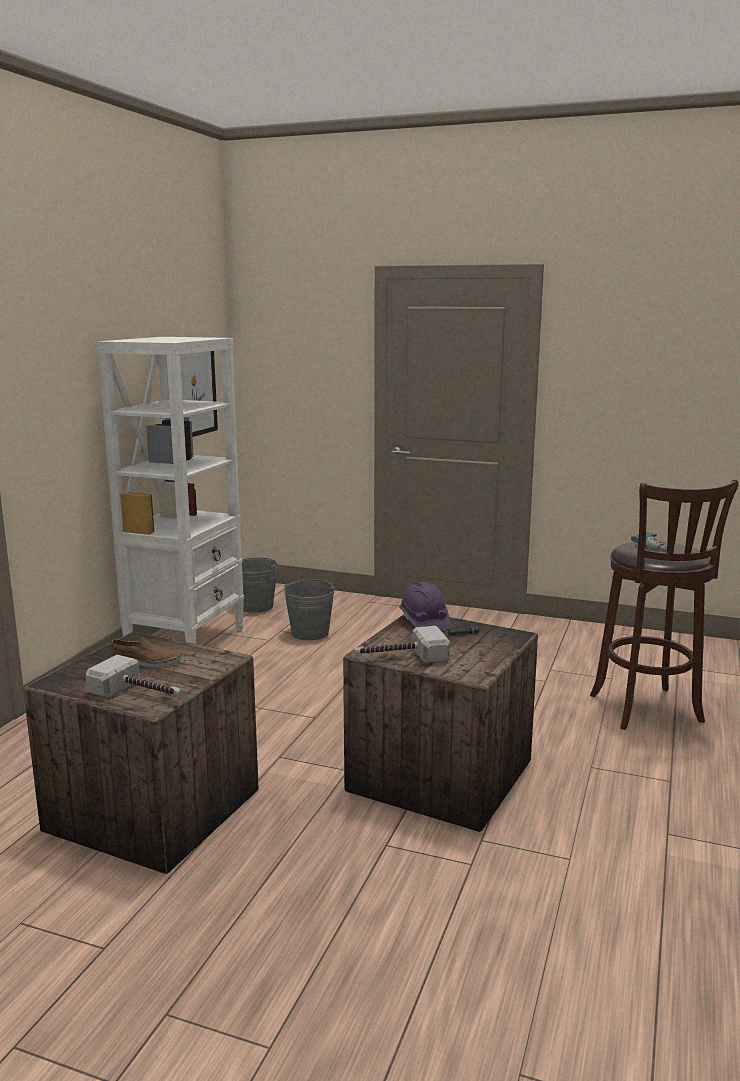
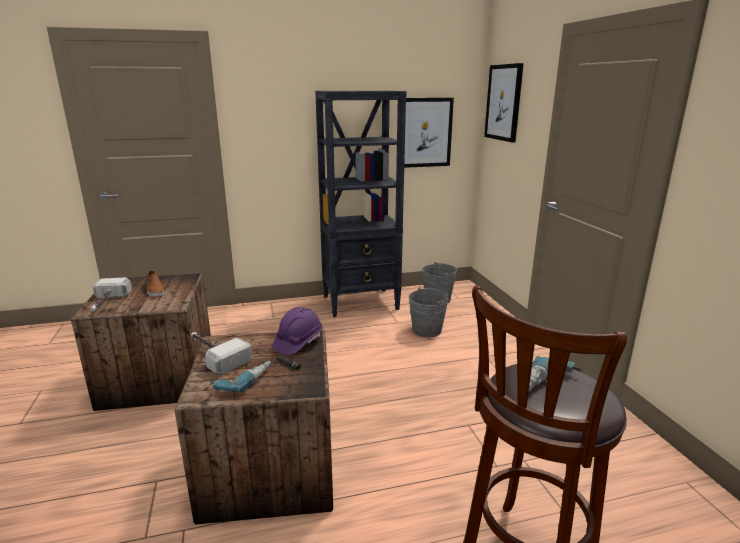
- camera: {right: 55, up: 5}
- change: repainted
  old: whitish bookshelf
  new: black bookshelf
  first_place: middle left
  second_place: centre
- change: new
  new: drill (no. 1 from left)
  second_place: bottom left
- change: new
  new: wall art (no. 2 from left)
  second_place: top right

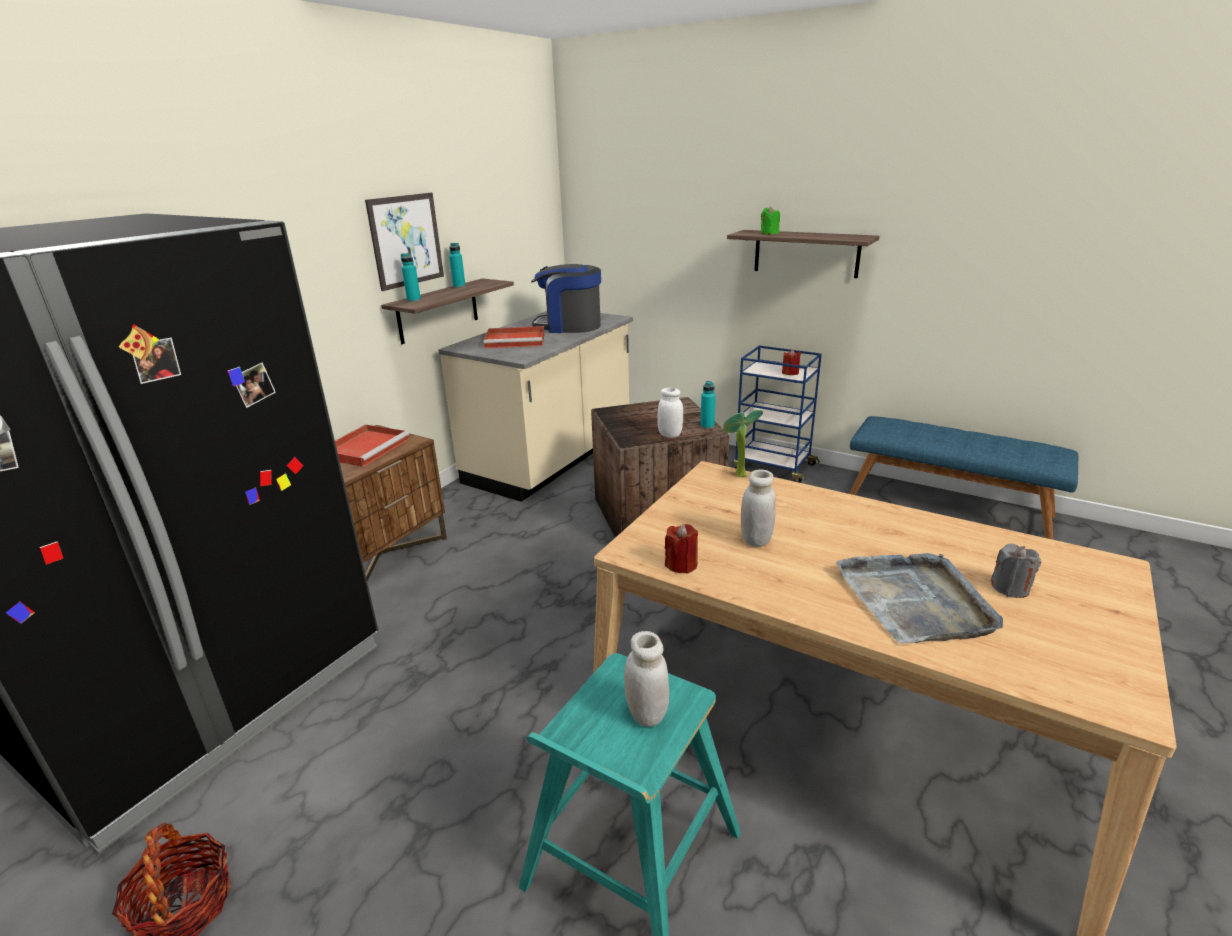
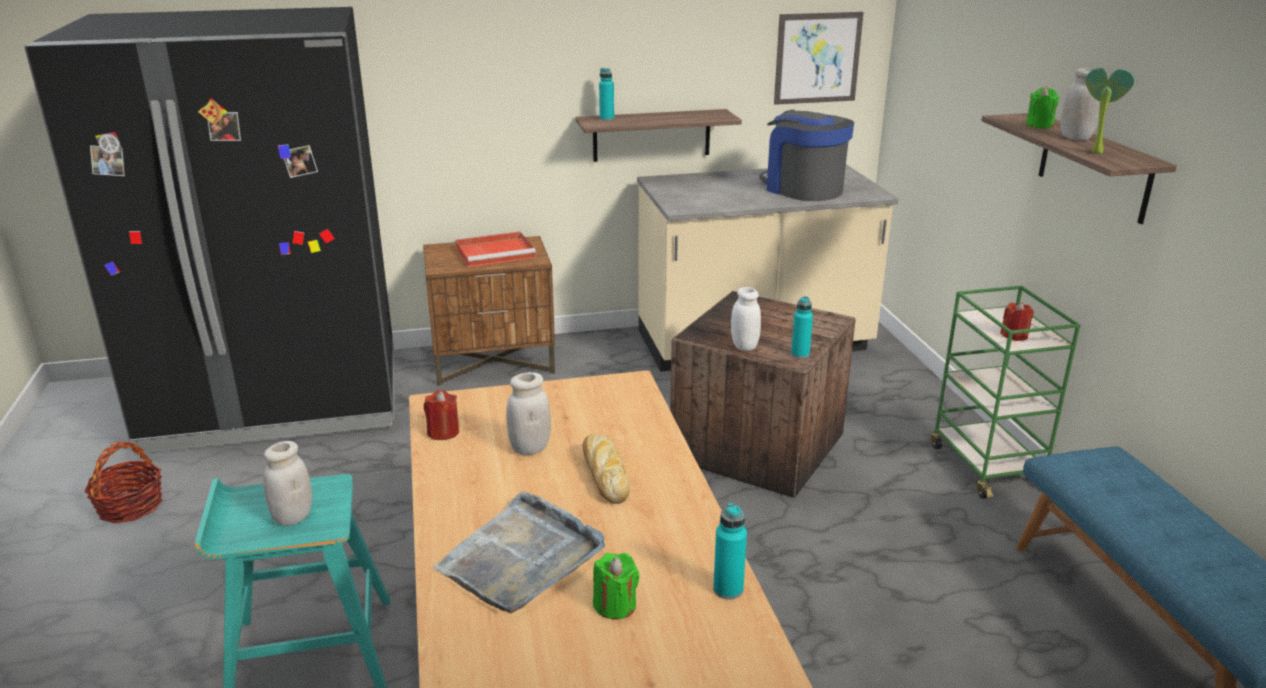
- camera: {right: 45, up: 0}
- change: shifted
  old: wall art
  first_place: top left
  second_place: top centre
- change: shifted
  old: turquoise beverage bottle (no. 2 from left)
  first_place: top centre
  second_place: bottom centre
- change: gone
  old: red tray (no. 2 from left)
  first_place: centre
- change: shifted
  old: potted plant
  first_place: centre
  second_place: top right
- change: repainted
  old: blue trolley
  new: green-coloured trolley
  first_place: centre
  second_place: middle right
- change: repainted
  old: gray candle
  new: green-coloured candle (no. 1 from left)
  first_place: middle right
  second_place: bottom centre
- change: new
  new: bread
  second_place: bottom centre
- change: new
  new: whitish preserve jar (no. 4 from left)
  second_place: top right

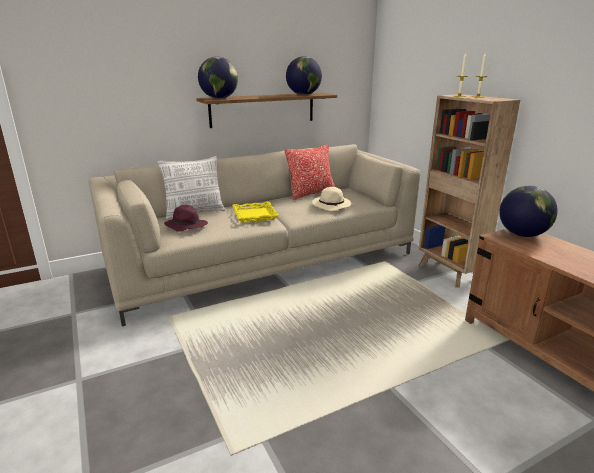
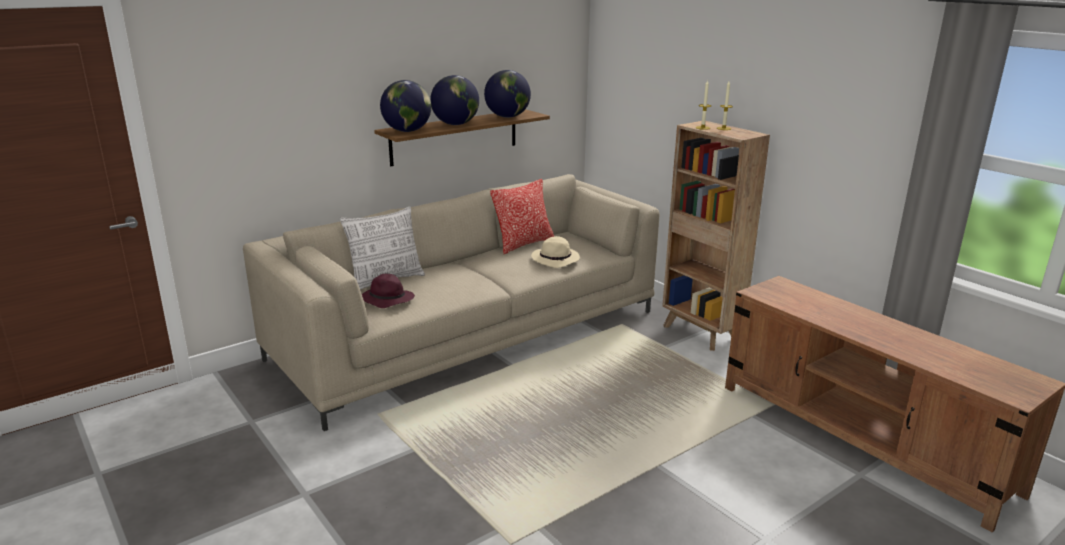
- camera: {right: -10, up: 0}
- change: gone
  old: yellowish tray
  first_place: centre
- change: shifted
  old: desk globe (no. 3 from left in the first image)
  new: desk globe (no. 2 from left)
  first_place: middle right
  second_place: top centre

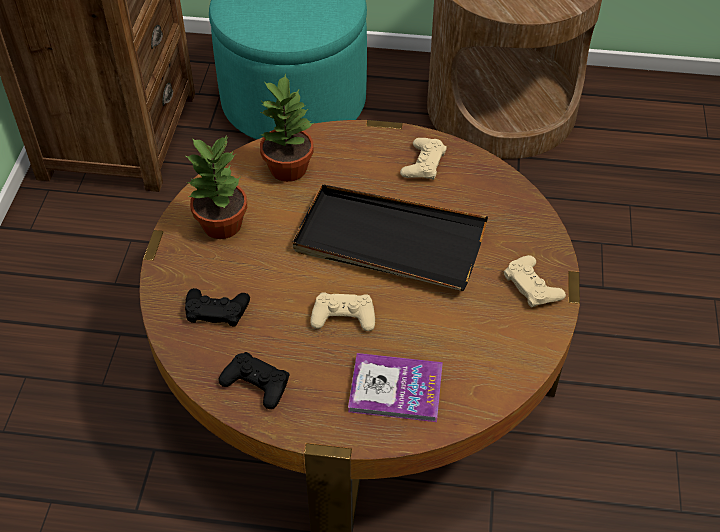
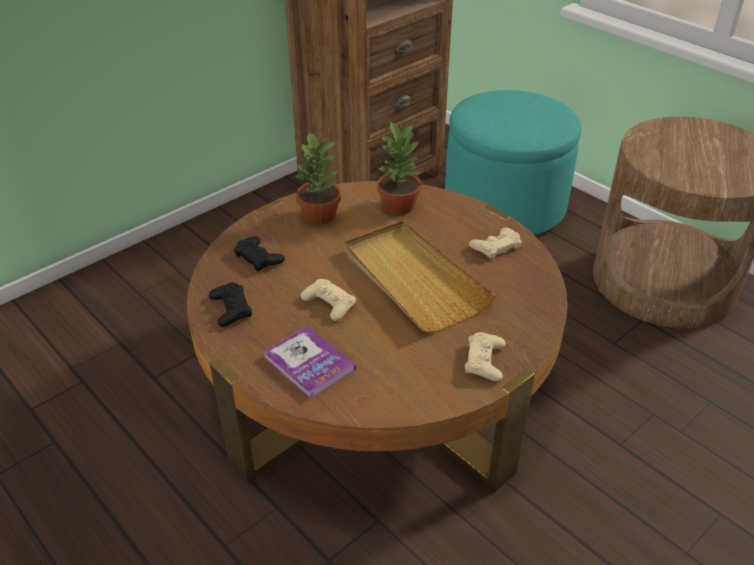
- camera: {right: 40, up: -10}
- change: repainted
  old: black tray
  new: sand-coloured tray
  first_place: centre
  second_place: centre

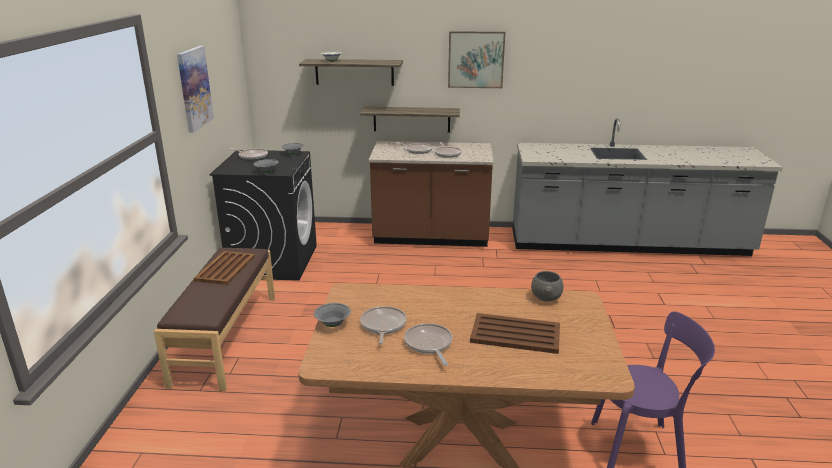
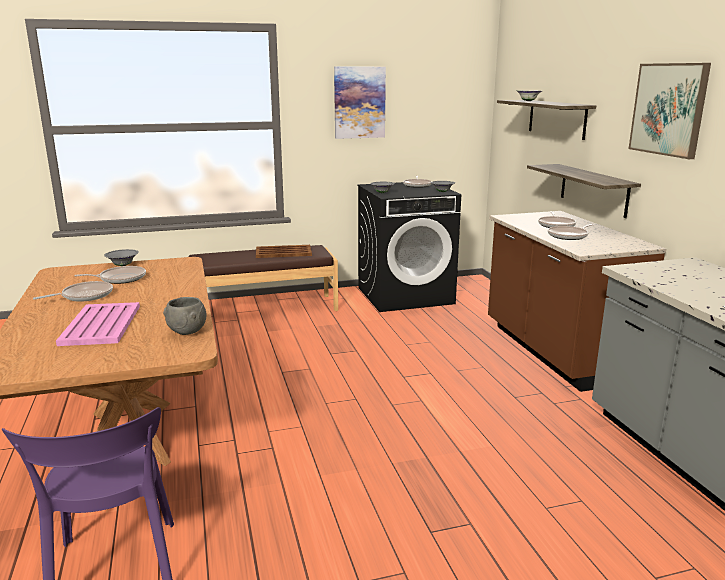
- camera: {right: 70, up: -5}
- change: repainted
  old: brownish tray (no. 2 from left)
  new: pink tray
  first_place: bottom centre
  second_place: middle left

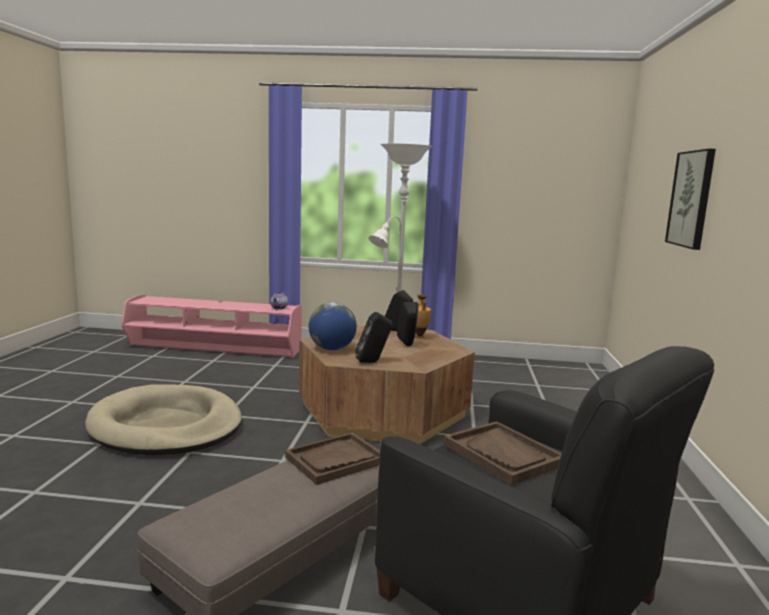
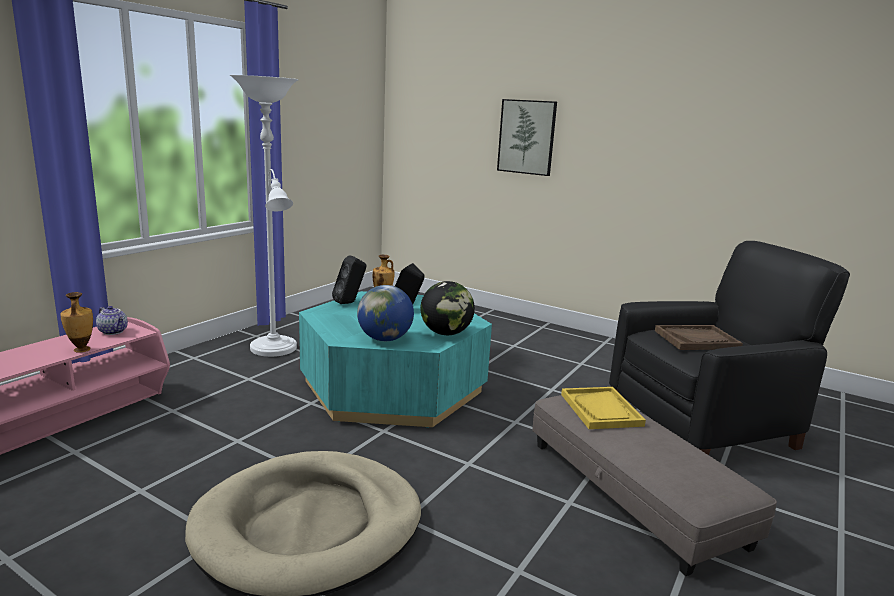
- camera: {right: -65, up: 5}
- change: repainted
  old: brownish tray (no. 1 from left)
  new: yellowish tray
  first_place: bottom centre
  second_place: bottom right
- change: repainted
  old: brownish coffee table
  new: turquoise coffee table
  first_place: centre
  second_place: centre
- change: swapped
  old: black loudspeaker (no. 1 from left)
  new: desk globe (no. 2 from left)
  first_place: centre
  second_place: centre
- change: new
  new: vase (no. 1 from left)
  second_place: middle left

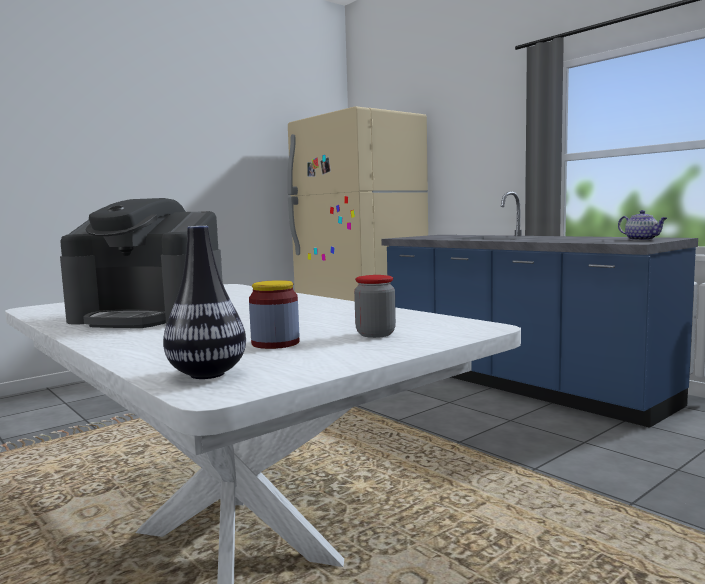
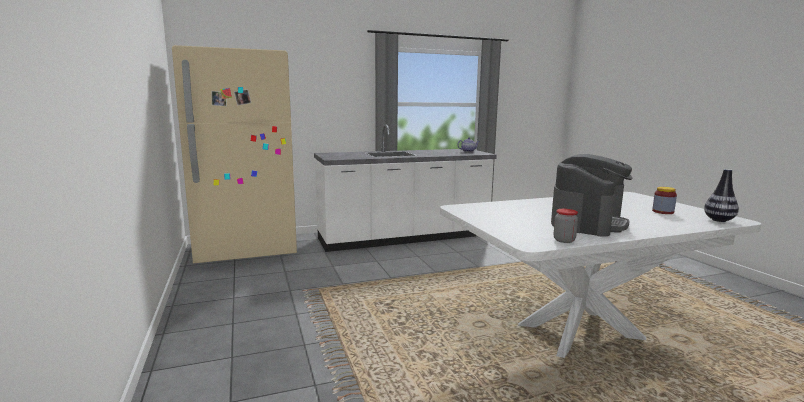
- camera: {right: -70, up: 5}
- change: shifted
  old: preserve jar (no. 2 from left in the first image)
  new: preserve jar (no. 1 from left)
  first_place: centre
  second_place: middle right
- change: repainted
  old: blue kitchen base unit
  new: whitish kitchen base unit
  first_place: middle right
  second_place: centre

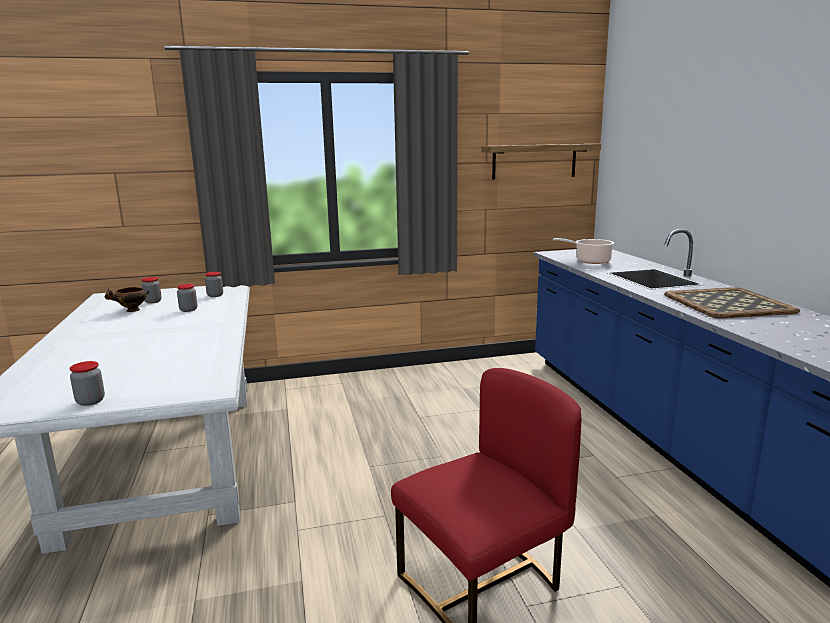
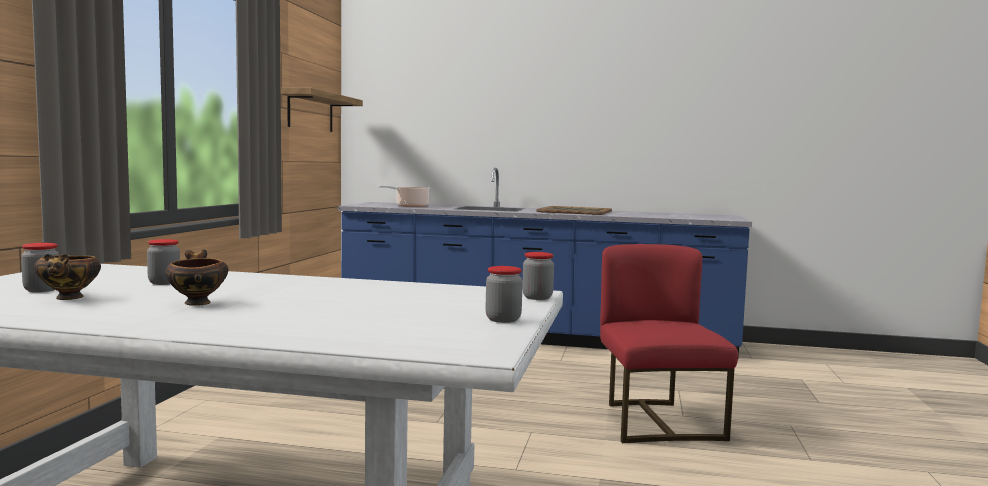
- camera: {right: -65, up: -10}
- change: shifted
  old: preserve jar (no. 4 from left)
  first_place: middle left
  second_place: centre
- change: new
  new: bowl (no. 2 from left)
  second_place: middle left

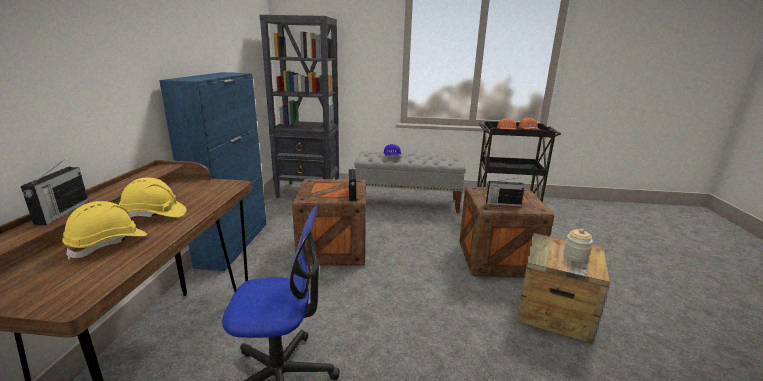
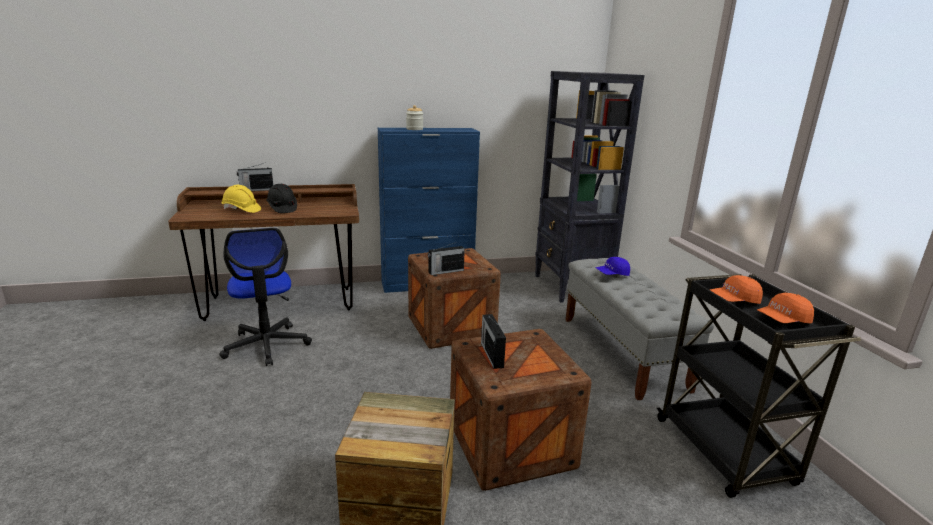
- camera: {right: 70, up: 0}
- change: repainted
  old: yellowish work helmet (no. 2 from left)
  new: black work helmet
  first_place: middle left
  second_place: middle left
- change: shifted
  old: preserve jar
  first_place: middle right
  second_place: top centre

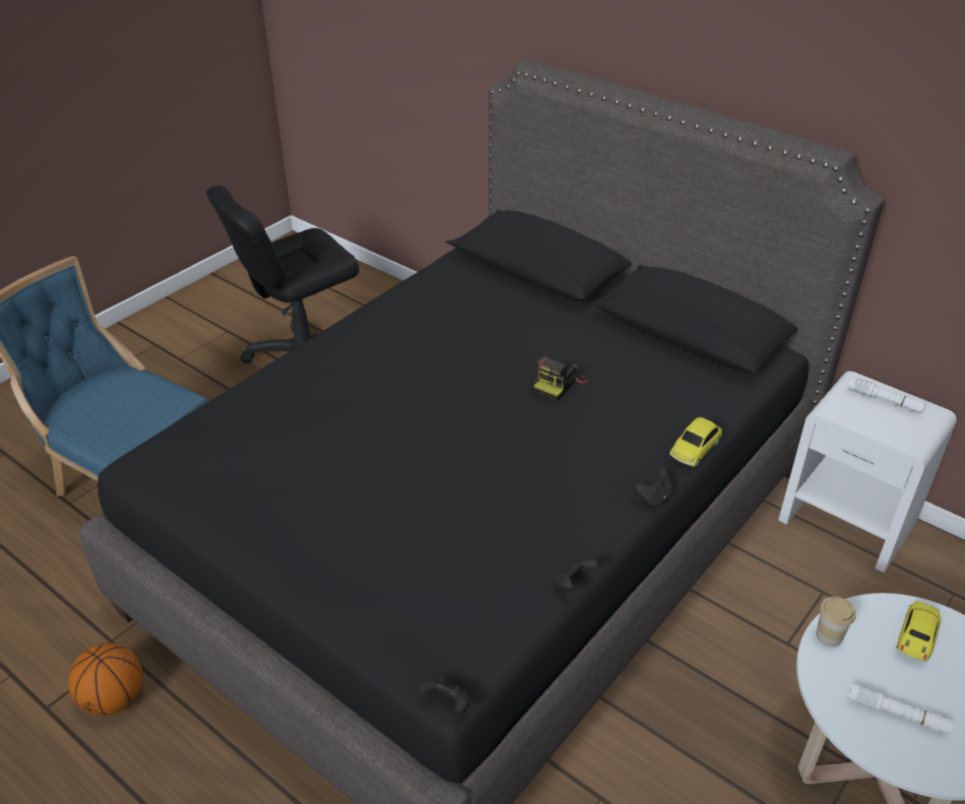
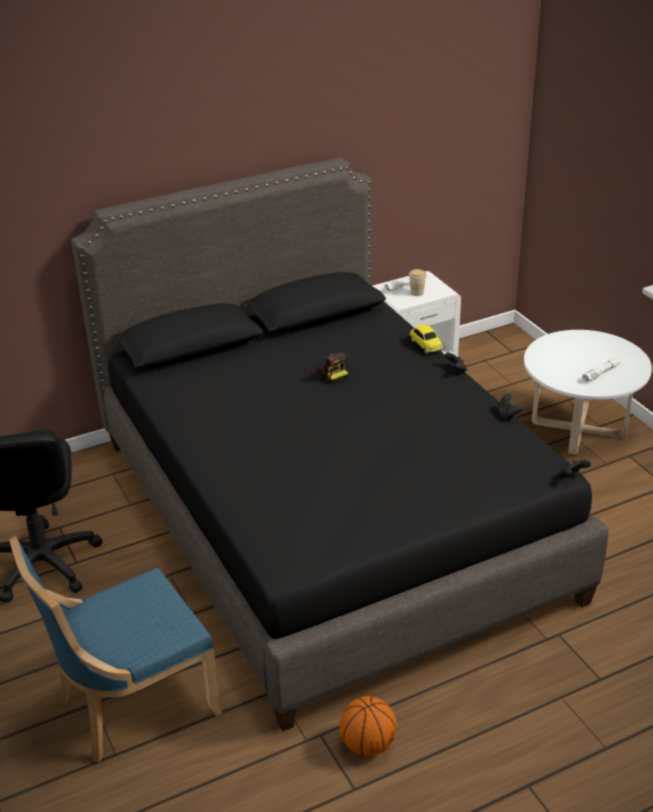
- camera: {right: -65, up: -5}
- change: shifted
  old: drinking cup
  first_place: bottom right
  second_place: centre
- change: gone
  old: miniature car (no. 2 from left)
  first_place: bottom right

